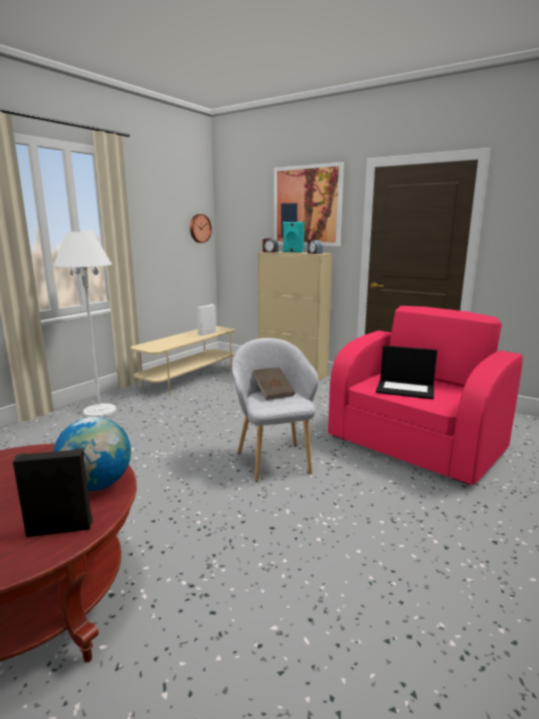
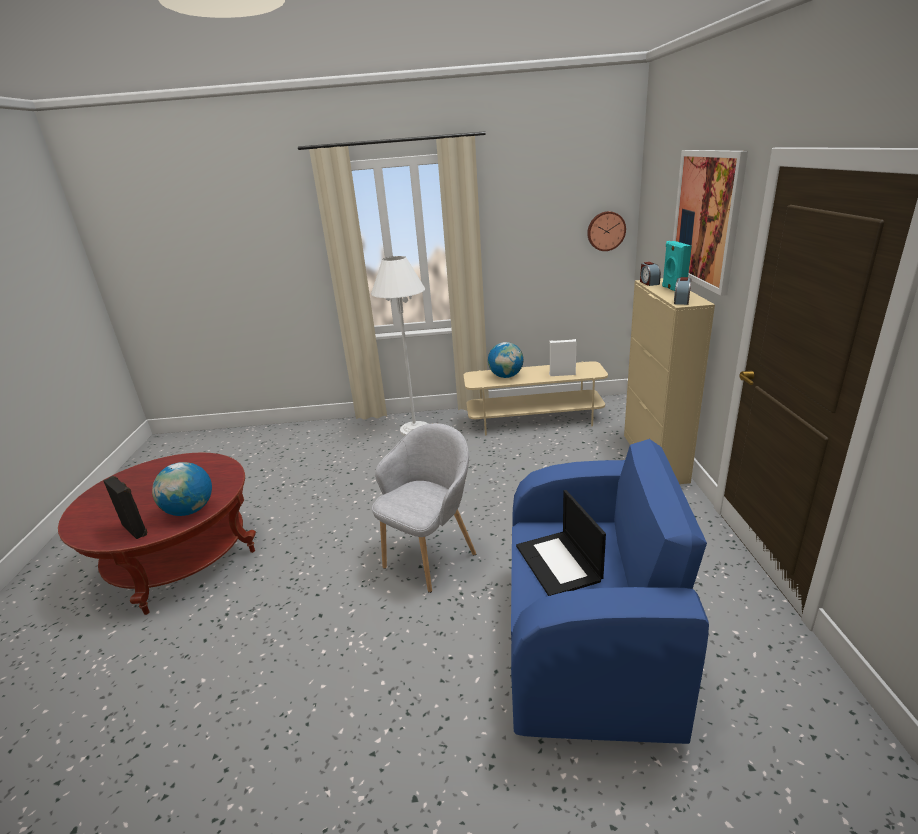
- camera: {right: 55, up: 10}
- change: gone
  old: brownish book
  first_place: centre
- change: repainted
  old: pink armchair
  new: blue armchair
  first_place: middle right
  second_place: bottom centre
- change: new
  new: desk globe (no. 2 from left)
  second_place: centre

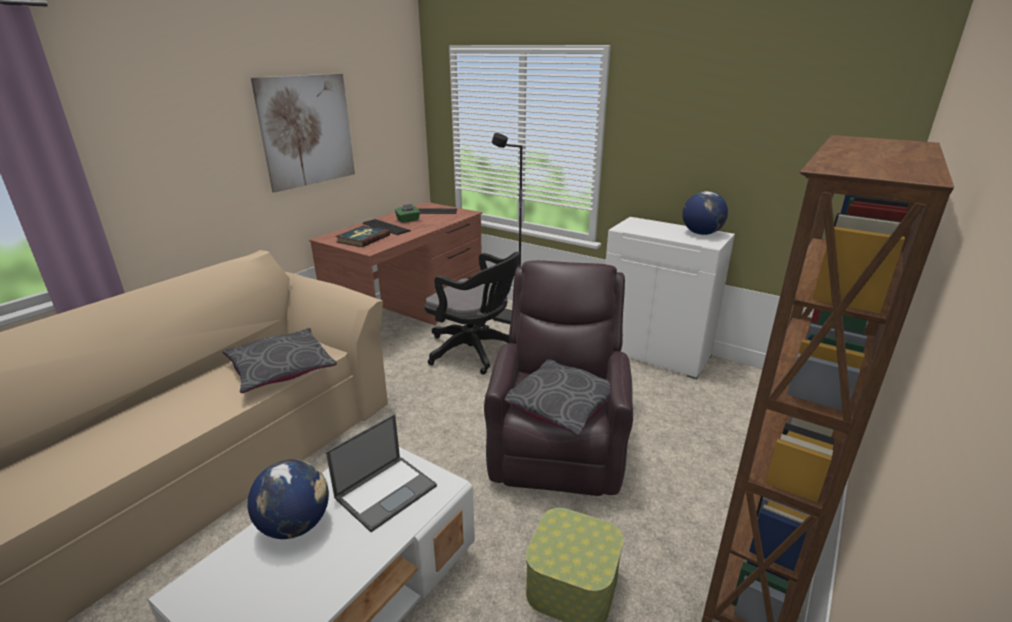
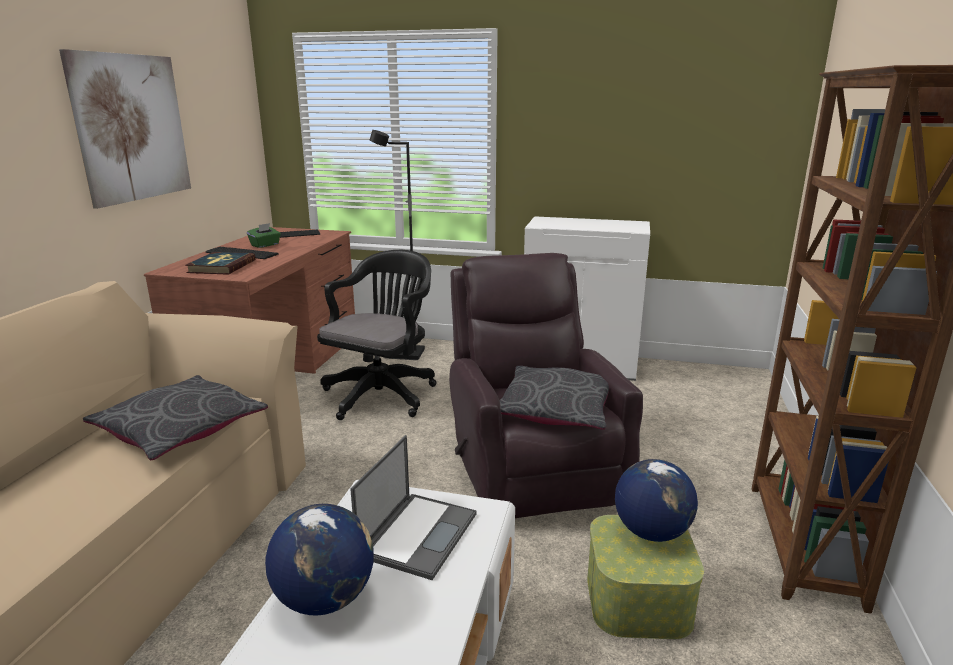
- camera: {right: -20, up: -5}
- change: rotated
  old: black computer chair
  first_place: centre
  second_place: centre
  degrees: -75
- change: shifted
  old: desk globe (no. 2 from left)
  first_place: middle right
  second_place: bottom right

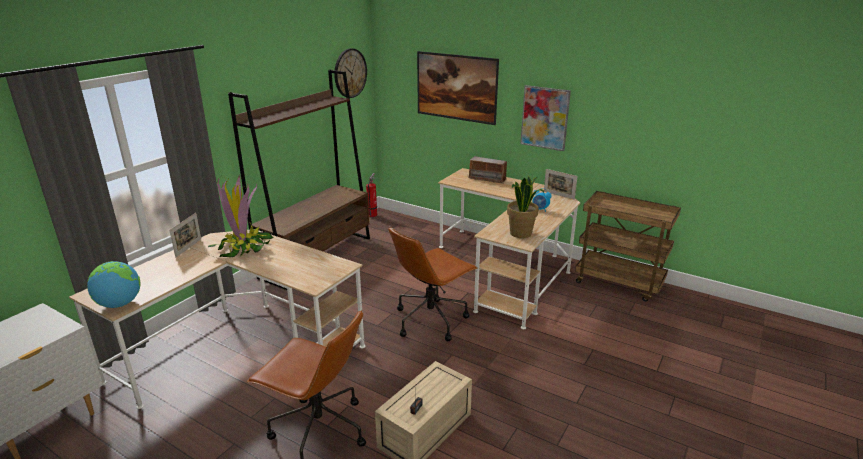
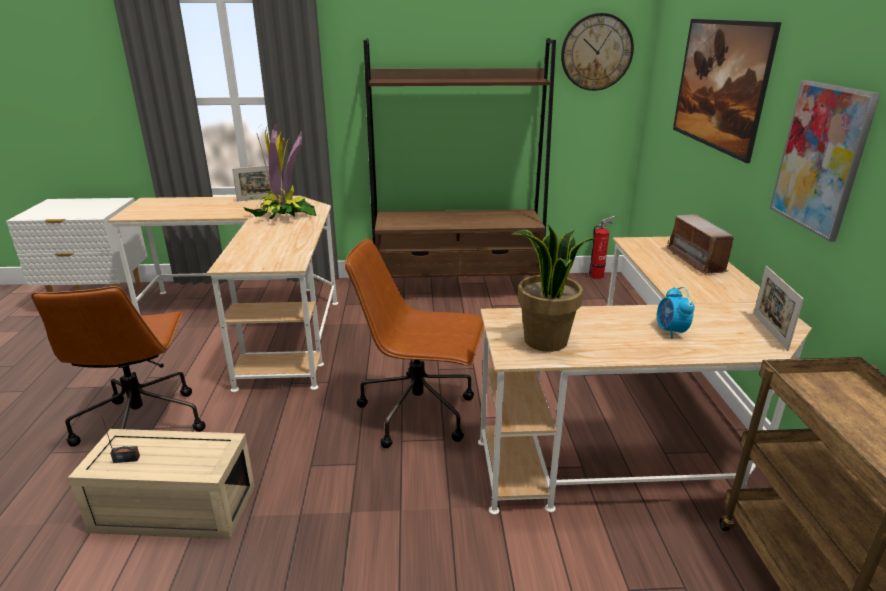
- camera: {right: 55, up: 0}
- change: gone
  old: desk globe
  first_place: middle left

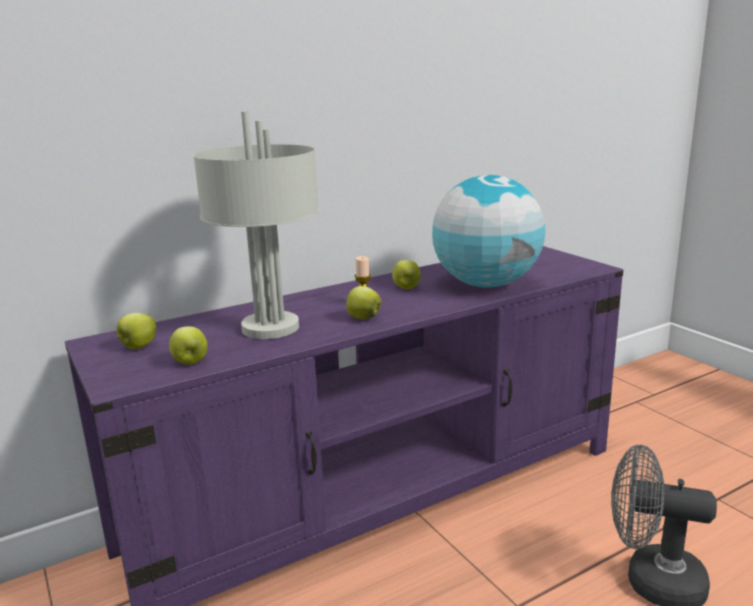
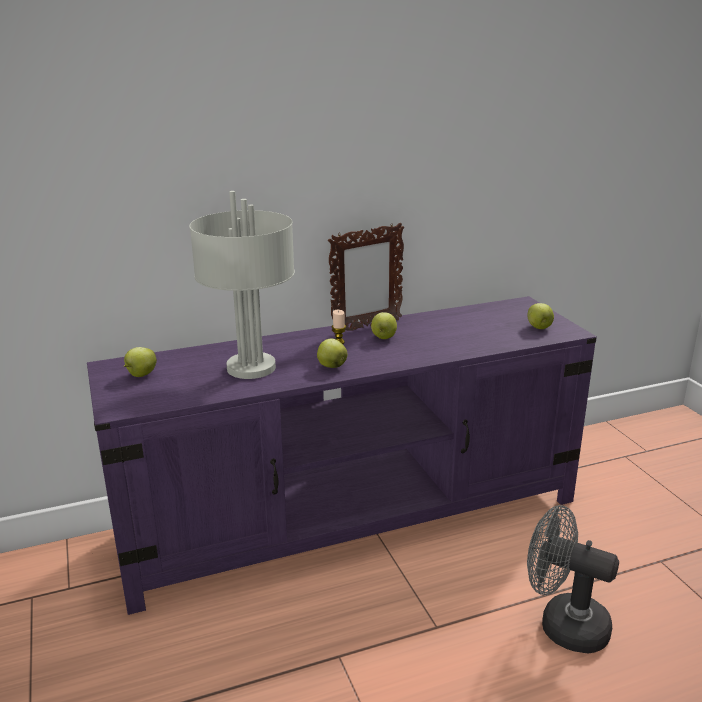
- camera: {right: 10, up: 5}
- change: shifted
  old: apple fruit (no. 2 from left in the first image)
  new: apple fruit (no. 4 from left)
  first_place: middle left
  second_place: middle right
- change: gone
  old: desk globe
  first_place: centre
- change: new
  new: photo frame
  second_place: centre

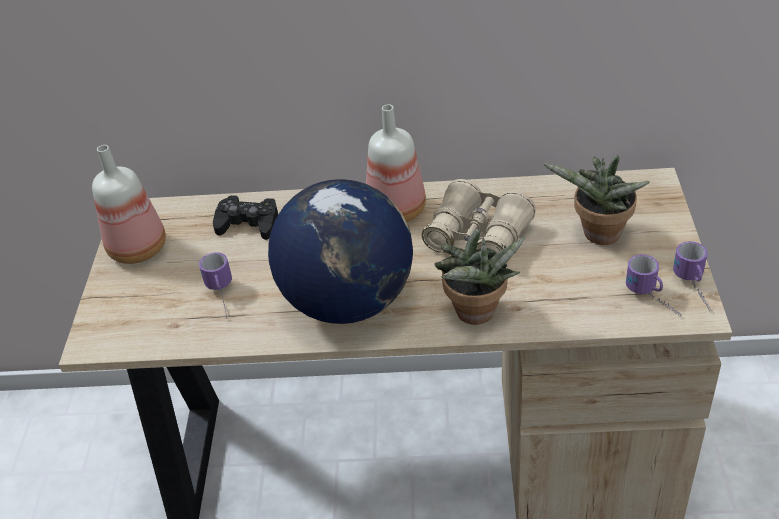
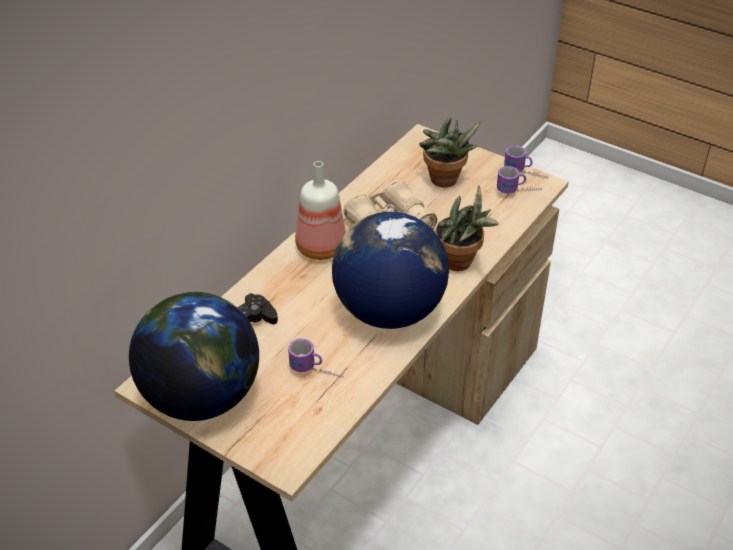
- camera: {right: -60, up: 0}
- change: swapped
  old: beverage bottle (no. 1 from left)
  new: desk globe (no. 1 from left)
  first_place: middle left
  second_place: middle left

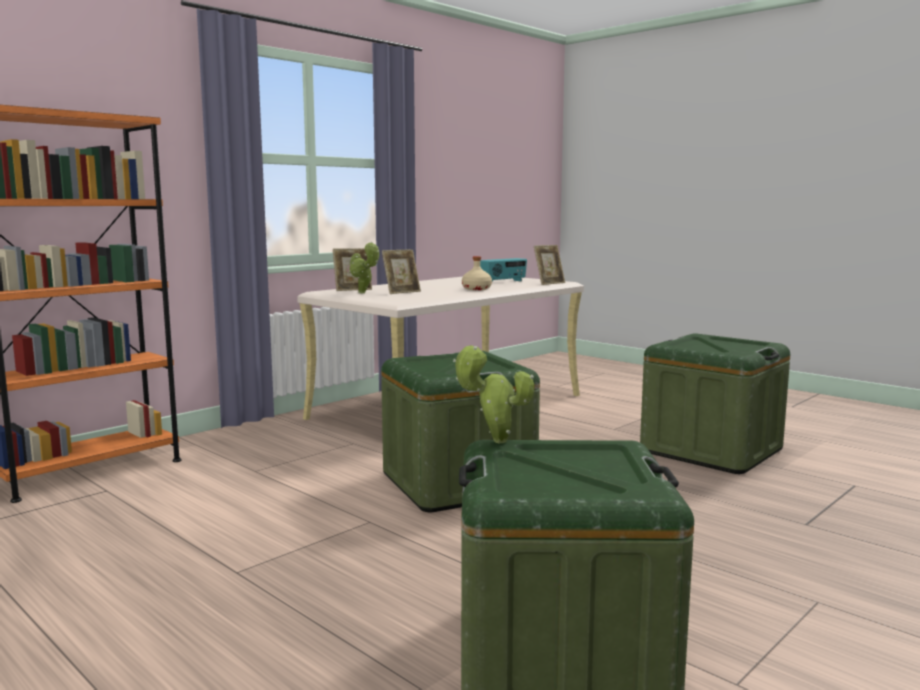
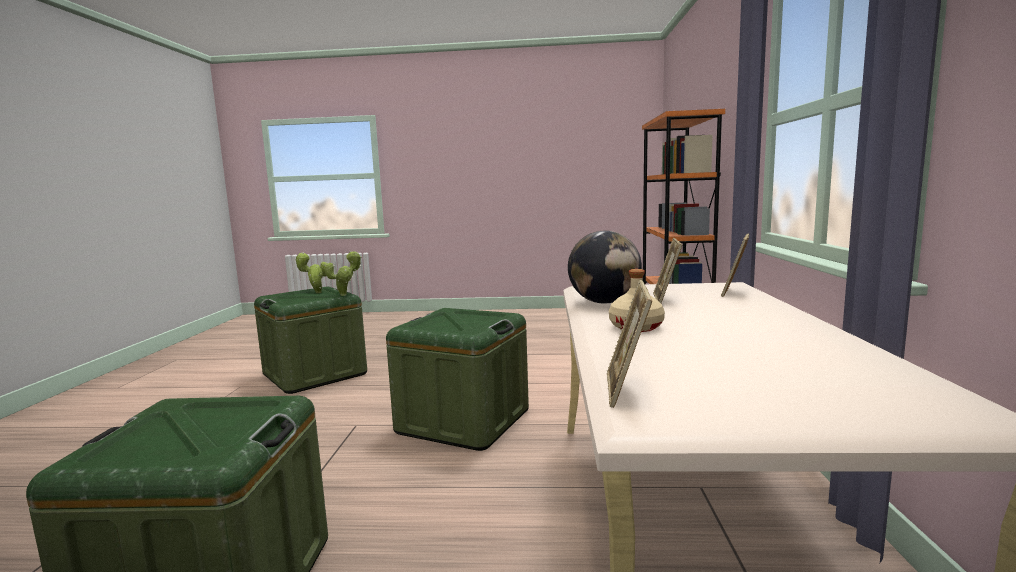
- camera: {right: 140, up: 0}
- change: shifted
  old: potted plant (no. 1 from left)
  first_place: centre
  second_place: middle left
- change: gone
  old: radio
  first_place: centre
- change: new
  new: desk globe
  second_place: centre

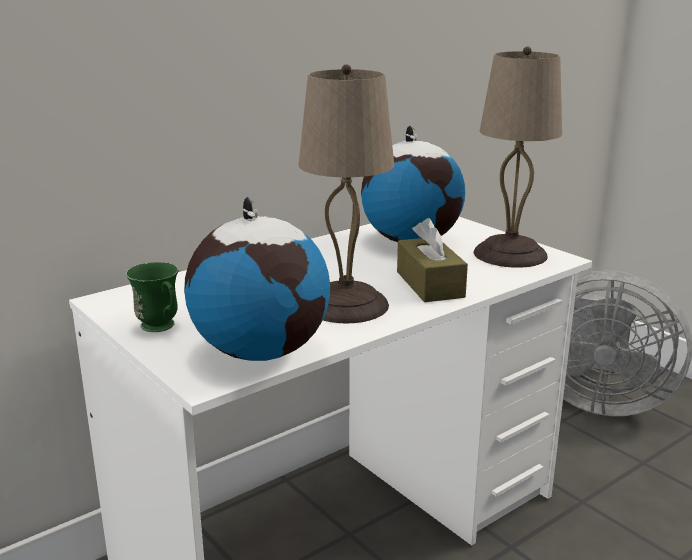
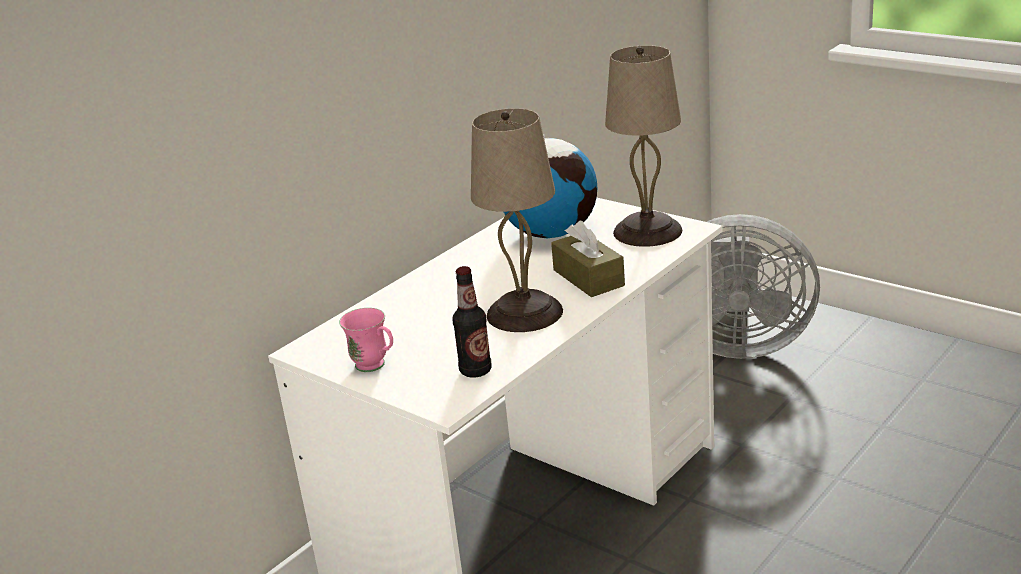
- camera: {right: -10, up: 5}
- change: repainted
  old: green-coloured tea mug
  new: pink tea mug
  first_place: middle left
  second_place: centre
- change: swapped
  old: desk globe (no. 1 from left)
  new: beverage bottle
  first_place: centre
  second_place: centre

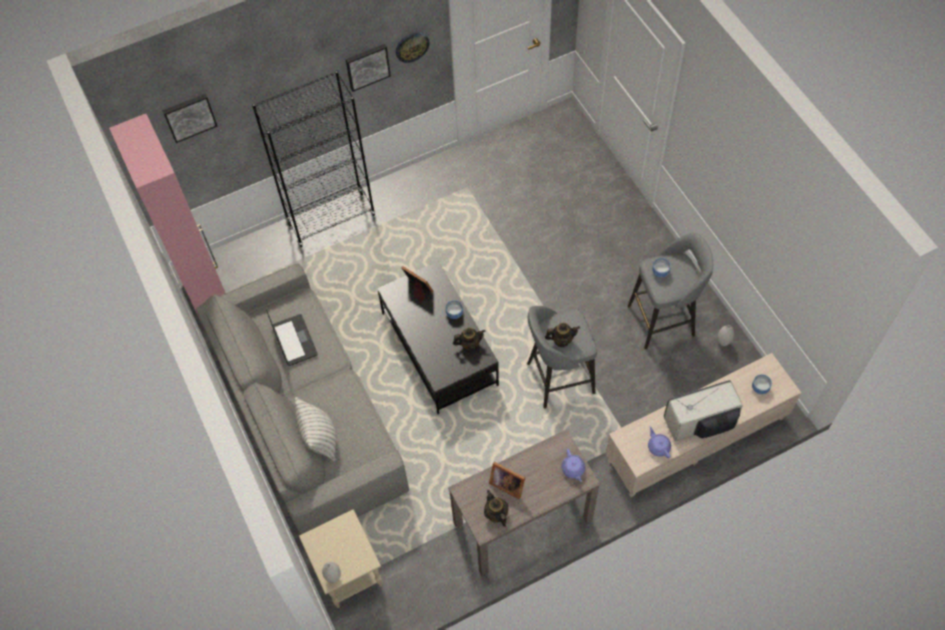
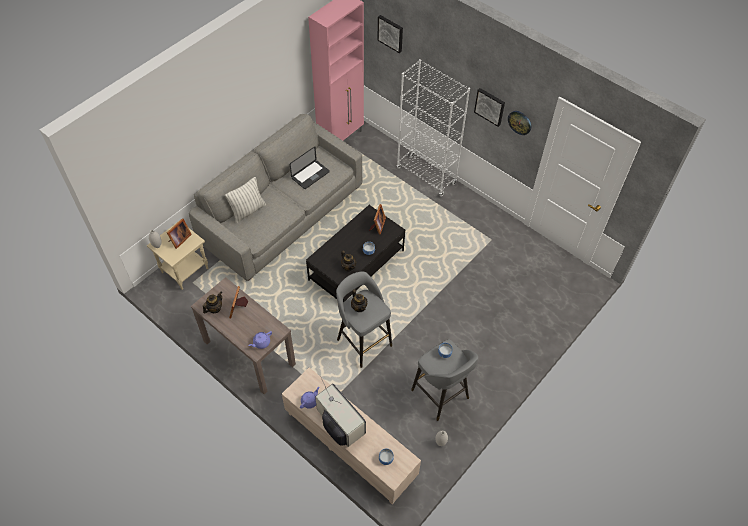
- camera: {right: 65, up: -5}
- change: repainted
  old: black bookshelf
  new: whitish bookshelf
  first_place: top left
  second_place: top centre
- change: new
  new: photo frame (no. 1 from left)
  second_place: middle left

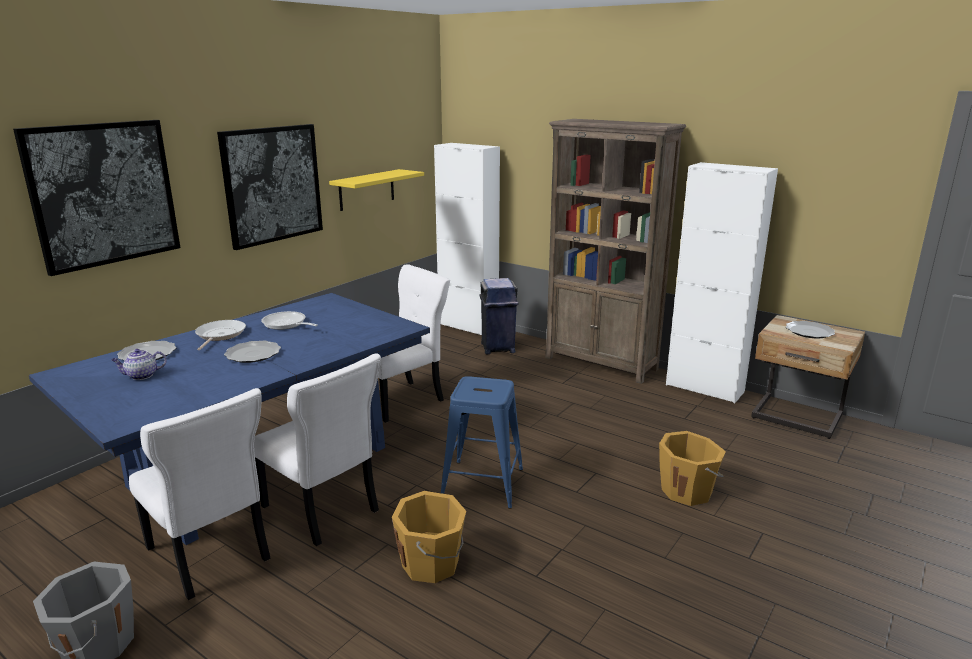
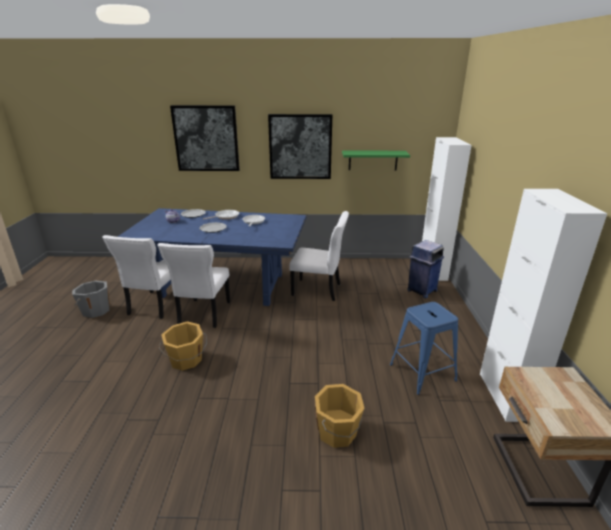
- camera: {right: 55, up: 5}
- change: repainted
  old: yellowish shelf
  new: green-coloured shelf
  first_place: top centre
  second_place: top centre
- change: shifted
  old: blue stool seat
  first_place: bottom centre
  second_place: middle right
- change: gone
  old: brownish bookshelf
  first_place: centre
- change: gone
  old: flat dish (no. 3 from left)
  first_place: middle right

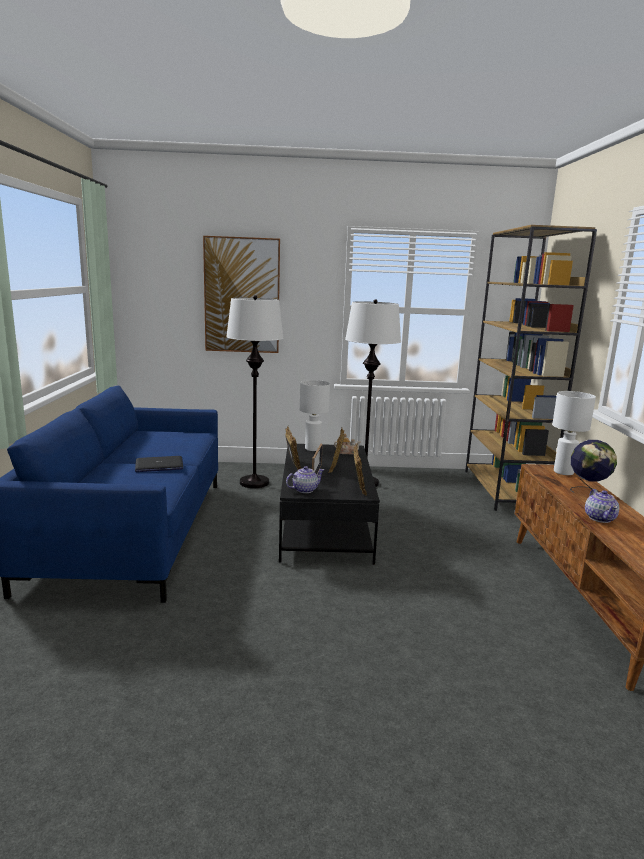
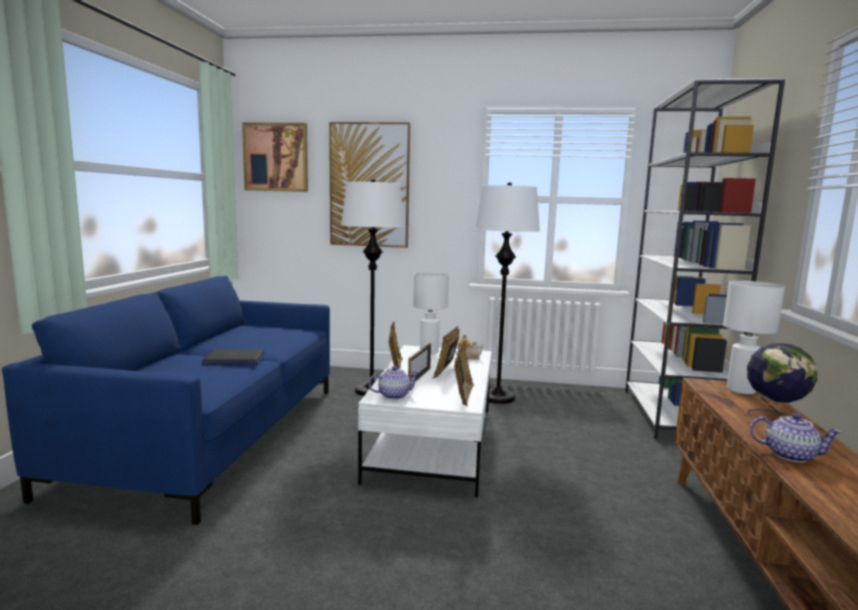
- camera: {right: 10, up: -5}
- change: repainted
  old: black coffee table
  new: whitish coffee table
  first_place: centre
  second_place: bottom centre
- change: repainted
  old: brownish bookshelf
  new: whitish bookshelf
  first_place: middle right
  second_place: middle right
- change: rotated
  old: pot for tea (no. 3 from left)
  first_place: middle right
  second_place: bottom right
  degrees: -75
- change: new
  new: wall art (no. 1 from left)
  second_place: top left

